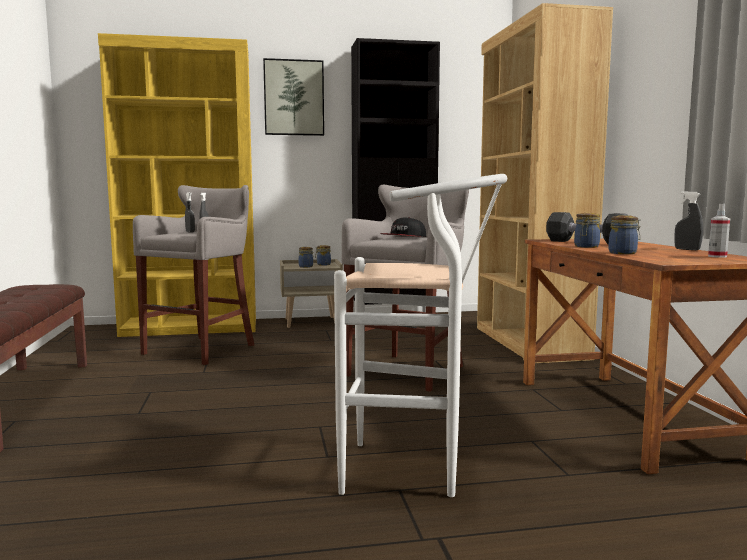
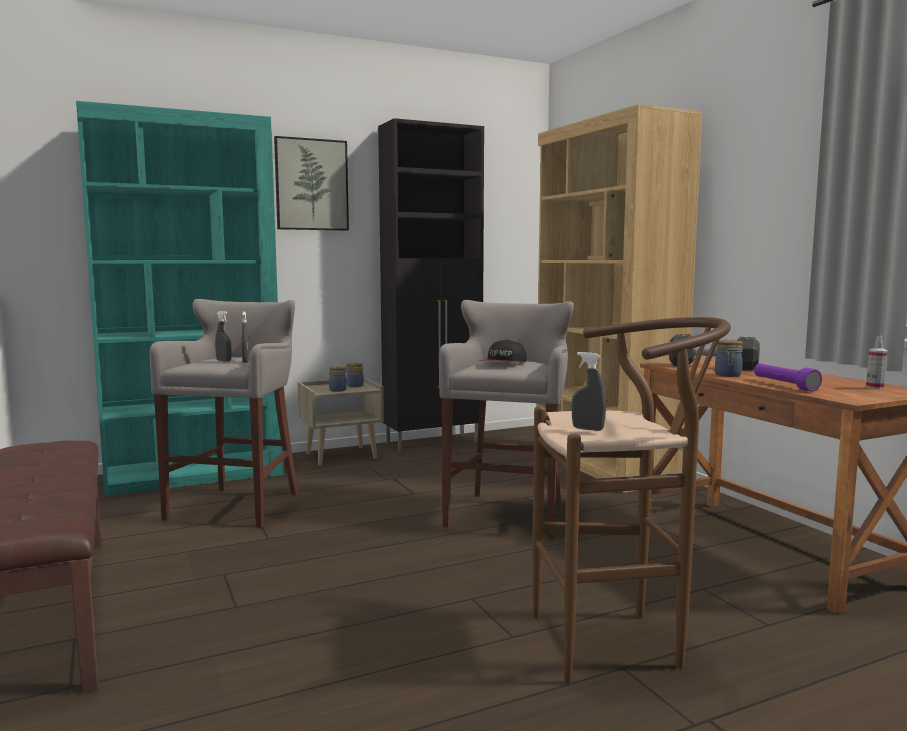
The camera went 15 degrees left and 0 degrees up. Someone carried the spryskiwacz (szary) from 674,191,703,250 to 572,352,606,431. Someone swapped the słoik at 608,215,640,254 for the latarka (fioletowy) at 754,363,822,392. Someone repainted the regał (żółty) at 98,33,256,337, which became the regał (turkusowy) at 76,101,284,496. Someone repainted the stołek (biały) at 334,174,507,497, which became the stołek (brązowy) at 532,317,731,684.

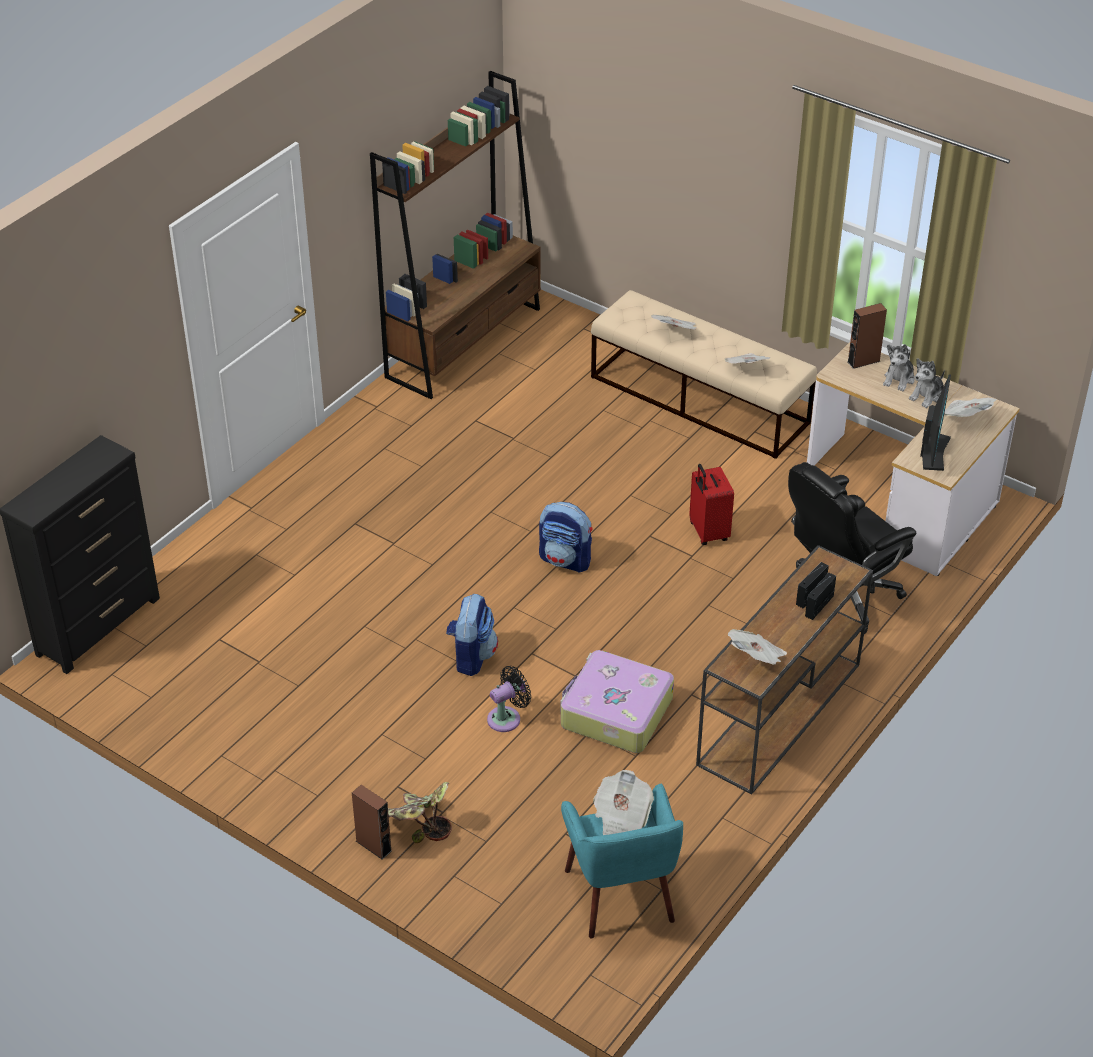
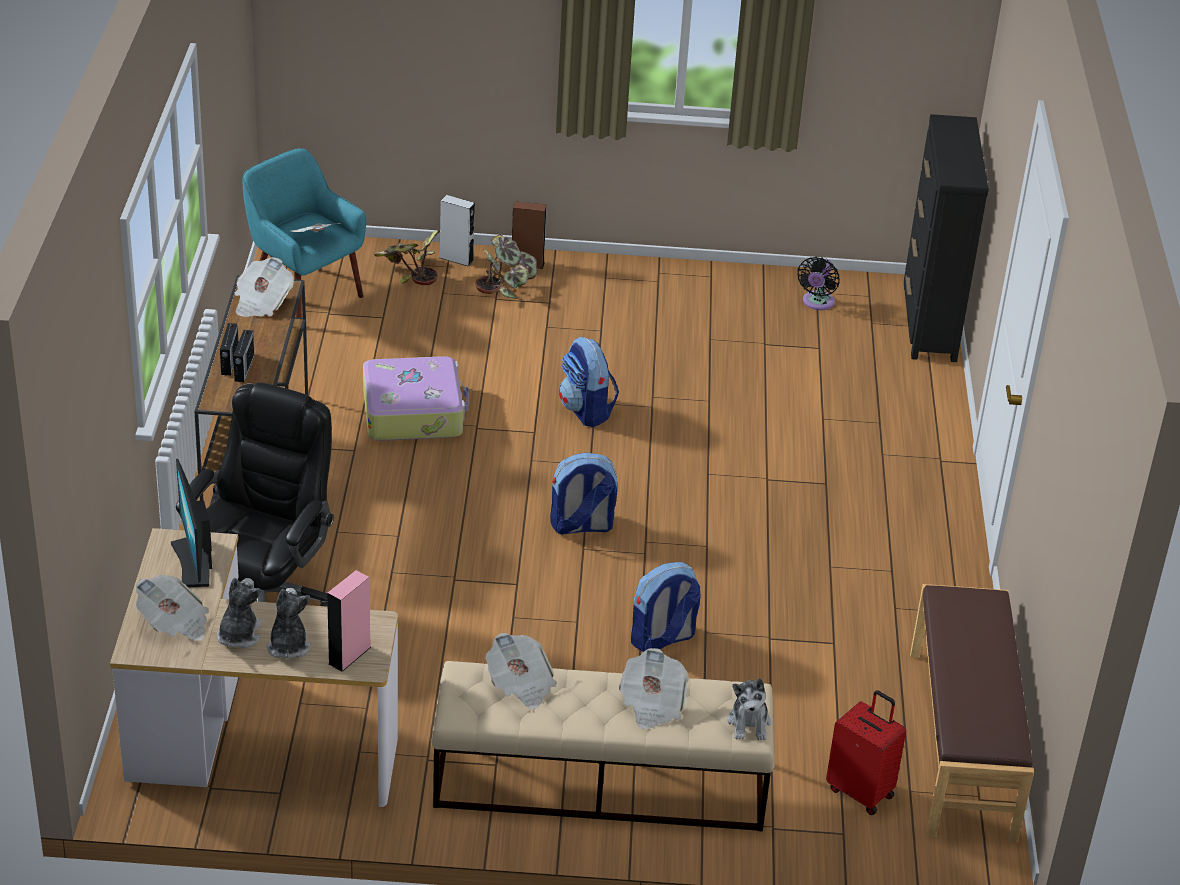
The camera went 145 degrees right and 5 degrees down. Someone put down the roślina doniczkowa at 374,230,440,285. Someone put down the głośnik (szary) at 440,195,475,267. Someone put down the plecak at 631,562,701,652. Someone put down the pluszak at 728,678,771,741. Someone carried the wentylator (czarny) from 487,666,531,732 to 798,257,840,310. Someone carried the walizka (czerwony) from 689,464,734,545 to 826,690,906,815. Someone swapped the regał (brązowy) at 370,71,541,399 for the ławka (brązowy) at 910,584,1034,843. Someone repainted the głośnik (brązowy) at 848,303,887,369, which became the głośnik (różowy) at 327,570,371,672.

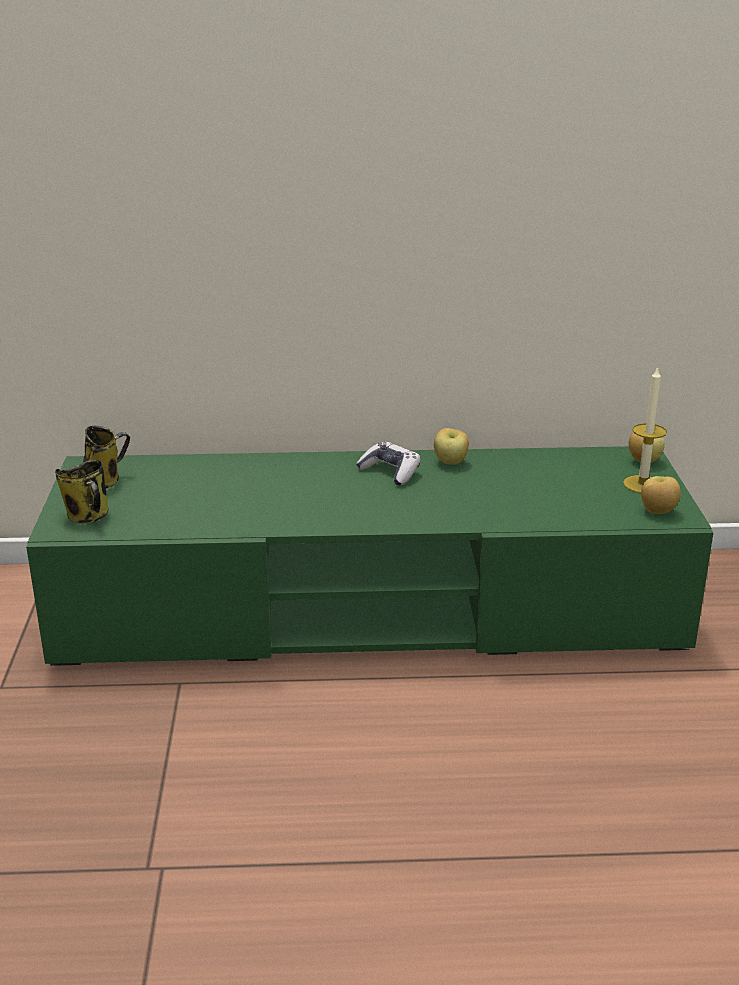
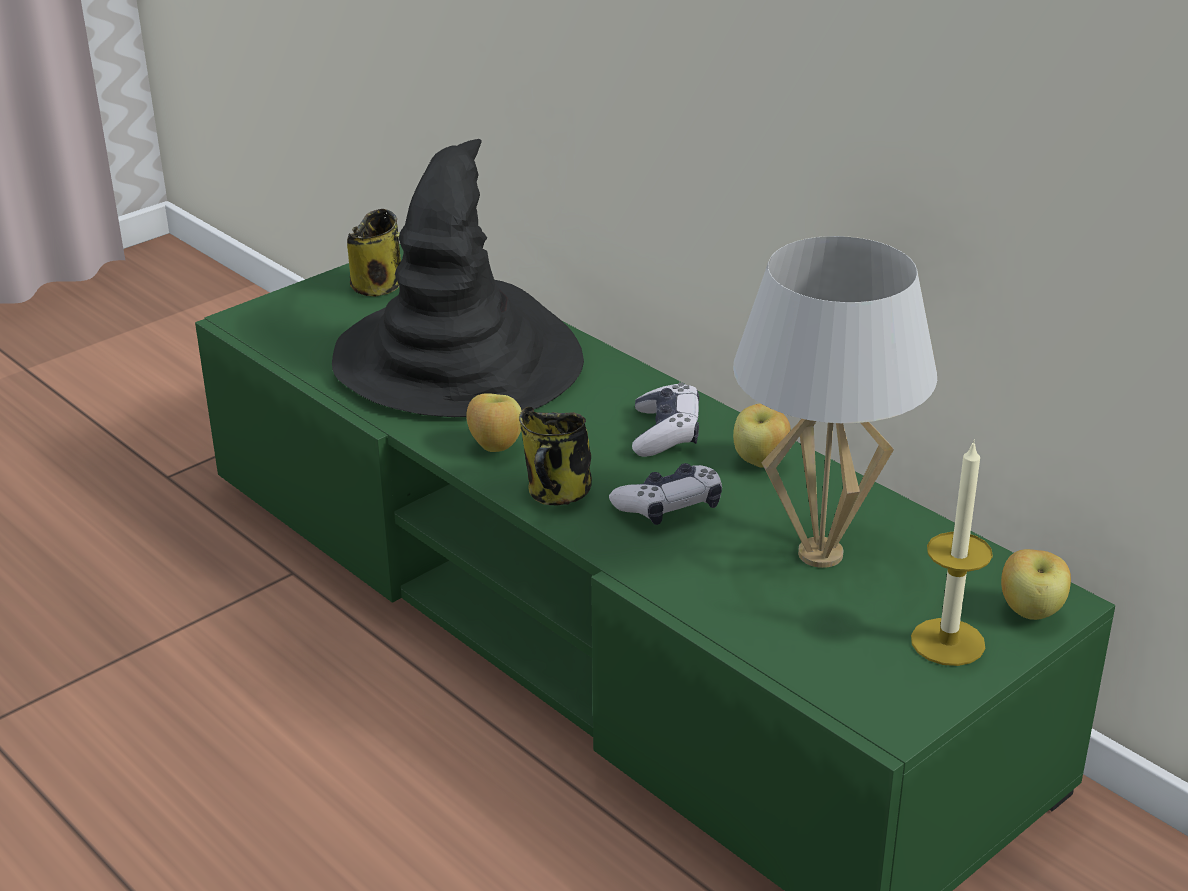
The camera went 50 degrees right and 5 degrees up. Someone put down the kapelusz (czarny) at 332,139,584,417. Someone put down the pad do gier at 609,463,722,525. Someone put down the lampa stołowa (biały) at 733,236,937,568. Someone carried the kubek from 55,460,109,524 to 519,407,592,505. Someone carried the jabłko from 641,476,680,514 to 466,394,522,452.

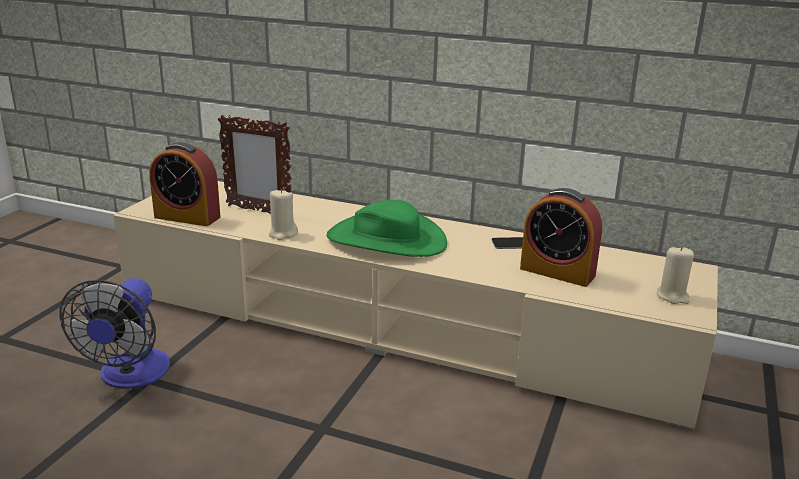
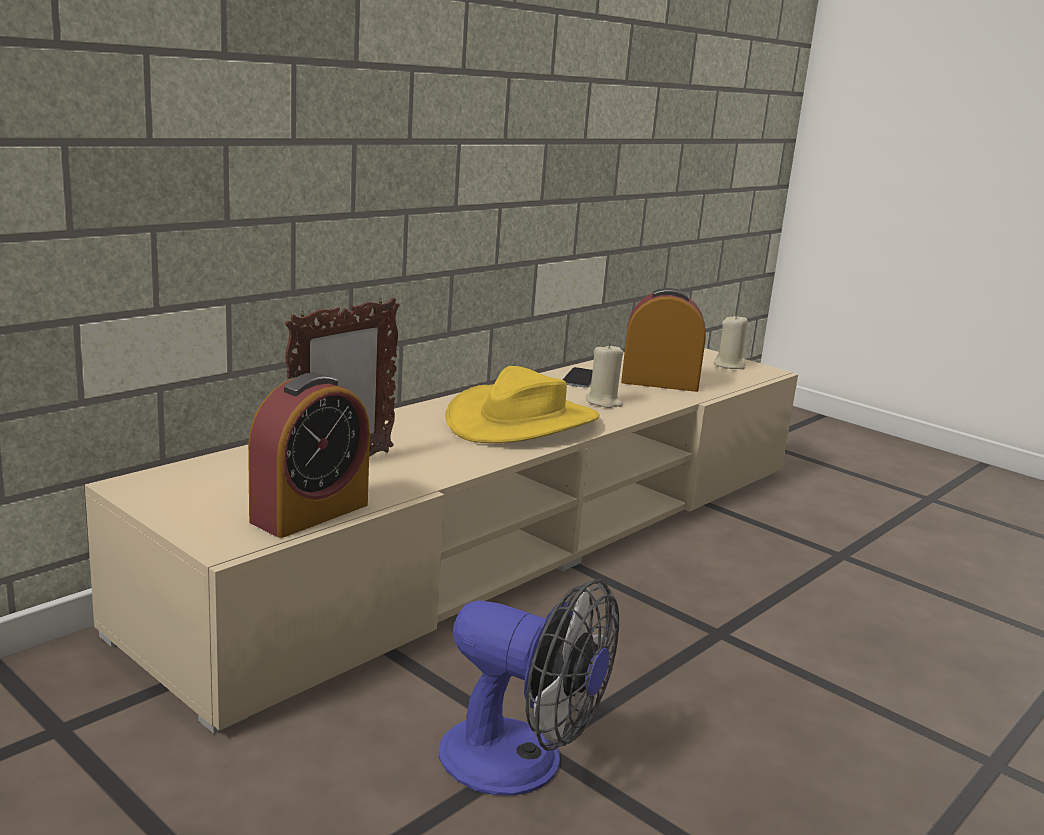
The camera went 70 degrees left and 5 degrees down. Someone carried the świeca (beżowy) from 269,189,298,240 to 586,343,623,408. Someone repainted the kapelusz (zielony) at 327,200,447,257, which became the kapelusz (żółty) at 445,366,600,443. Someone rotated the budzik at 520,188,602,287 by 135 degrees counterclockwise.

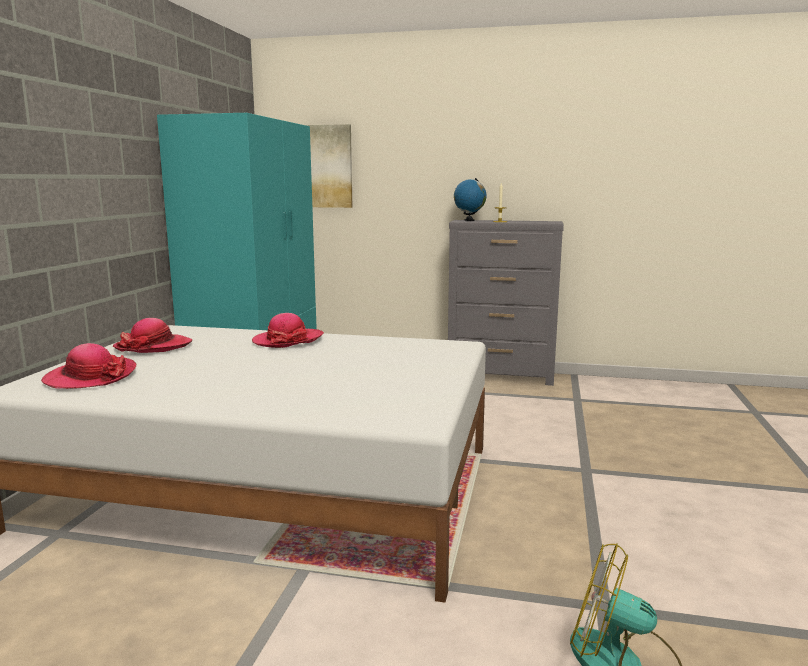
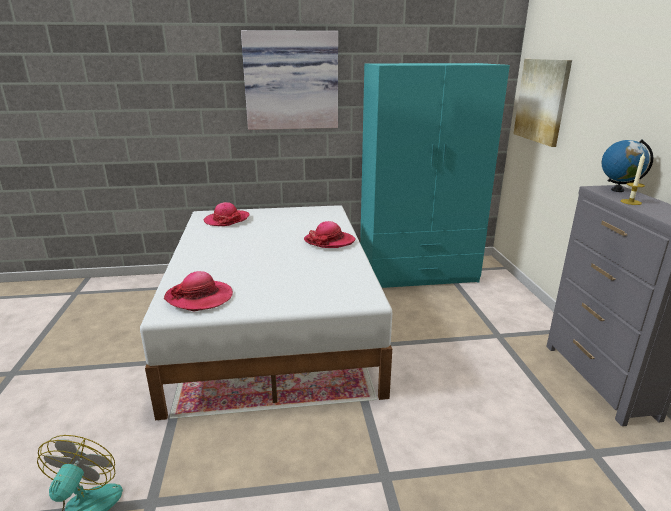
The camera went 70 degrees right and 10 degrees up. Someone put up the obraz at 241,30,338,130. Someone carried the kapelusz from 113,318,192,353 to 164,271,233,311.

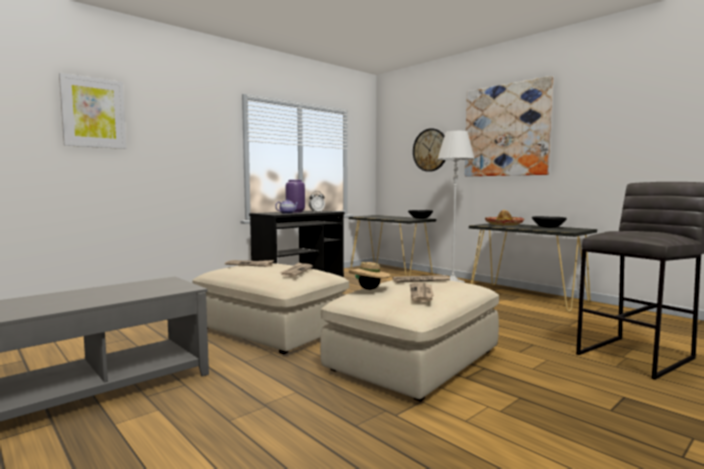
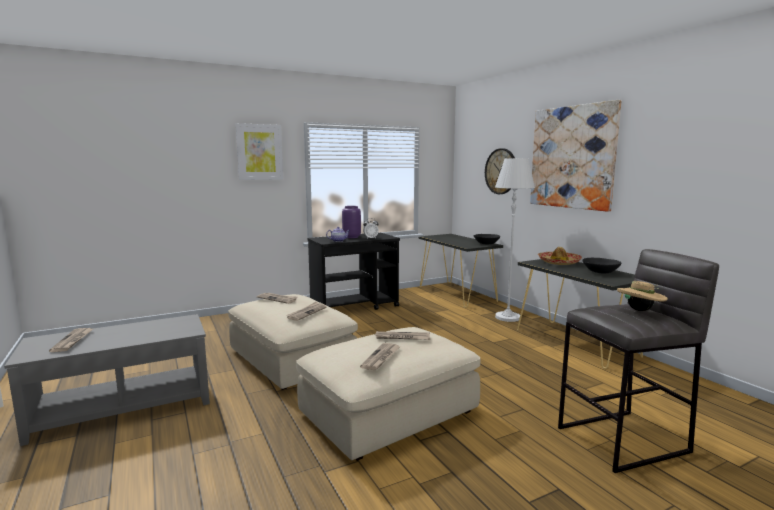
The camera went 15 degrees right and 5 degrees up. Someone put down the gazeta at 49,328,93,352. Someone carried the obraz from 59,73,126,149 to 235,123,283,180. Someone carried the kapelusz (beżowy) from 349,262,391,290 to 617,281,668,311.

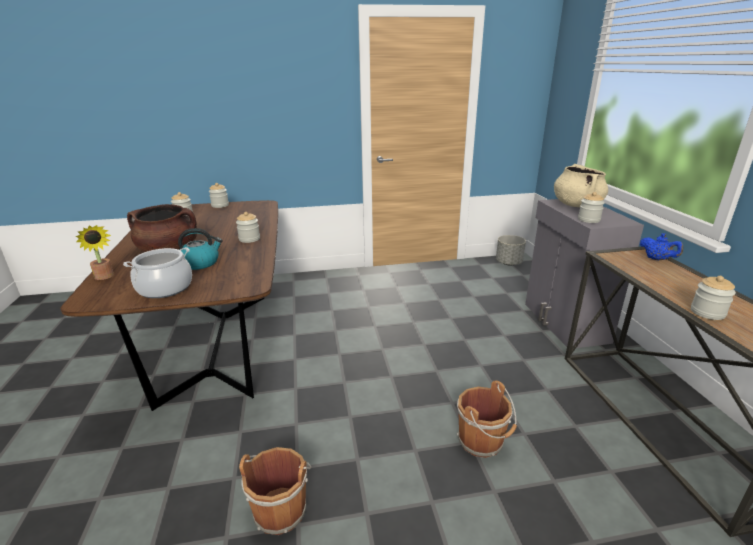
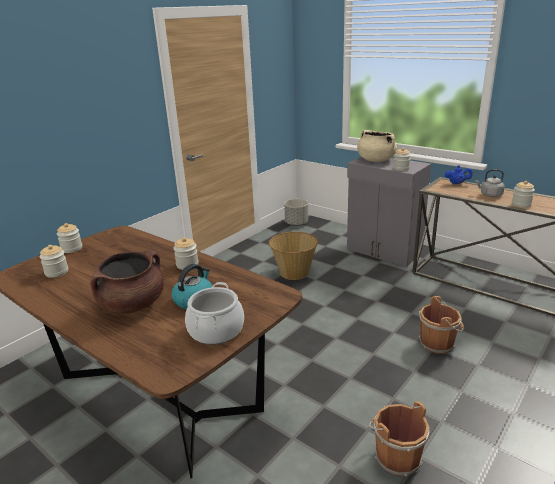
The camera went 40 degrees left and 0 degrees up. Someone took away the roślina doniczkowa at 75,225,114,280. Someone put down the koszyk at 269,232,318,280. Someone put down the czajnik (szary) at 475,169,505,197.

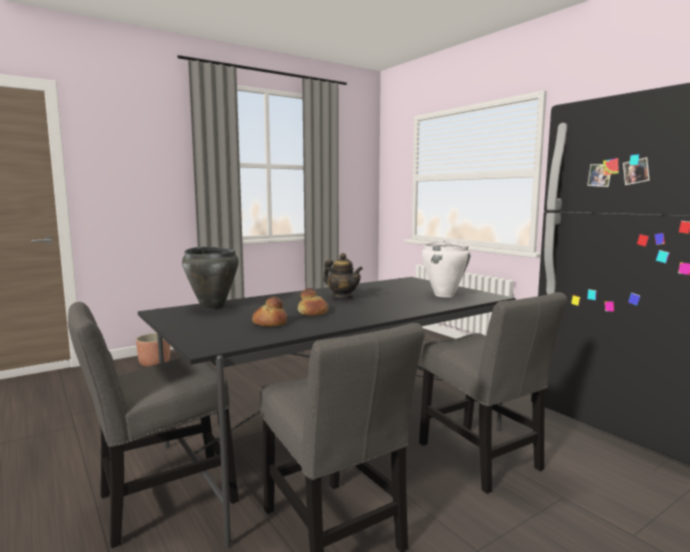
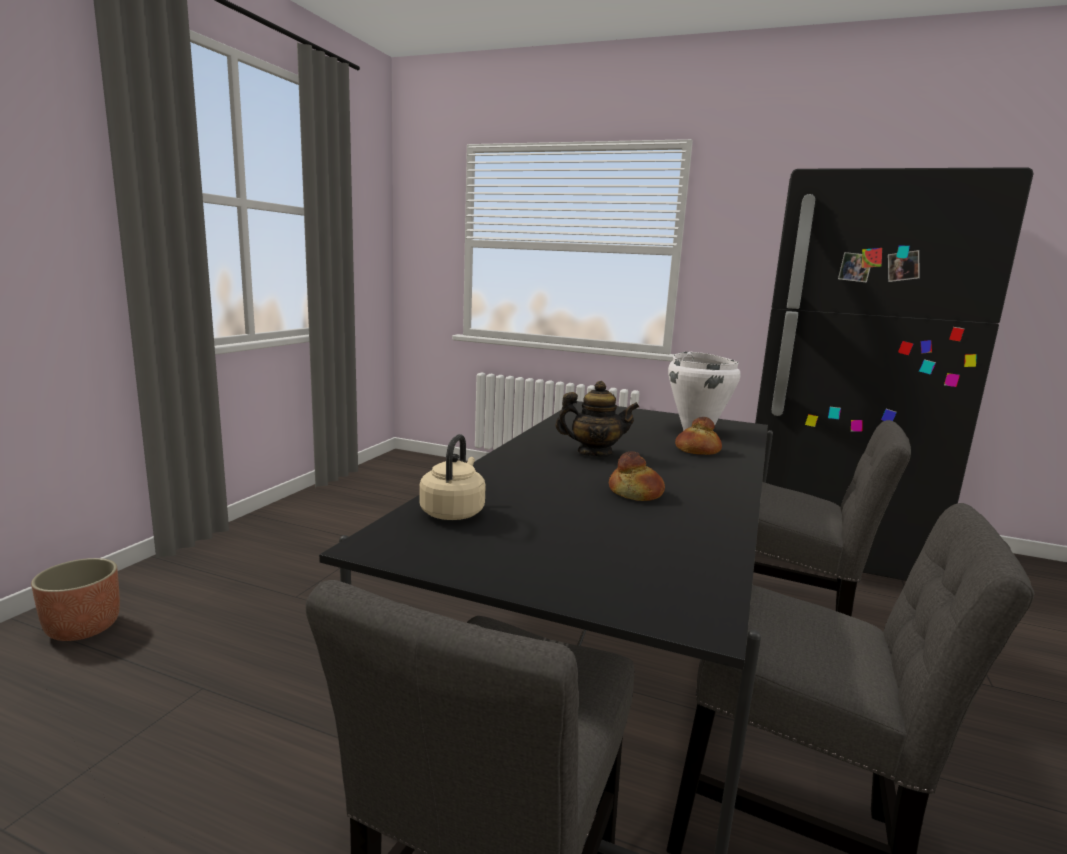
The camera went 35 degrees left and 5 degrees up. Someone carried the chleb from 252,297,287,327 to 675,417,722,455. Someone swapped the garnek (czarny) at 182,247,239,310 for the czajnik (beżowy) at 419,434,486,520.

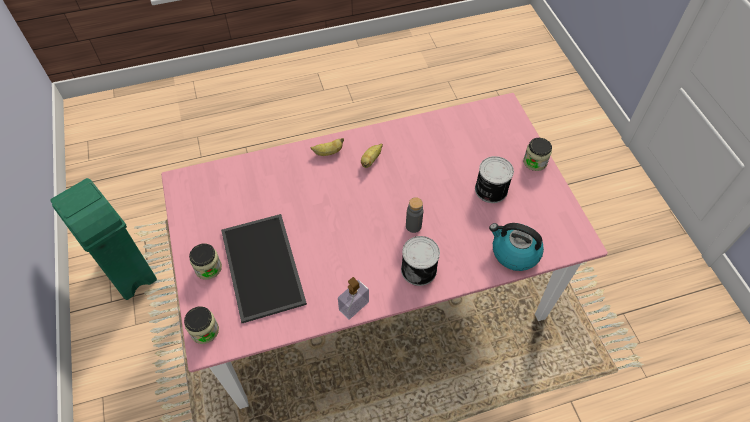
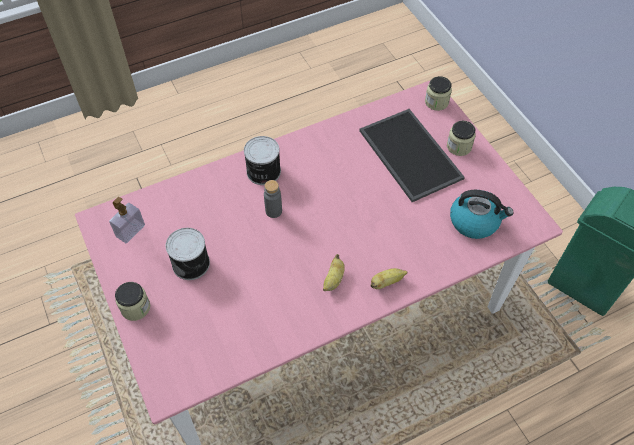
The camera went 170 degrees right and 0 degrees up. Someone carried the dozownik mydła from 338,277,369,319 to 109,197,145,243. Someone carried the czajnik from 489,223,544,271 to 450,190,514,239.

